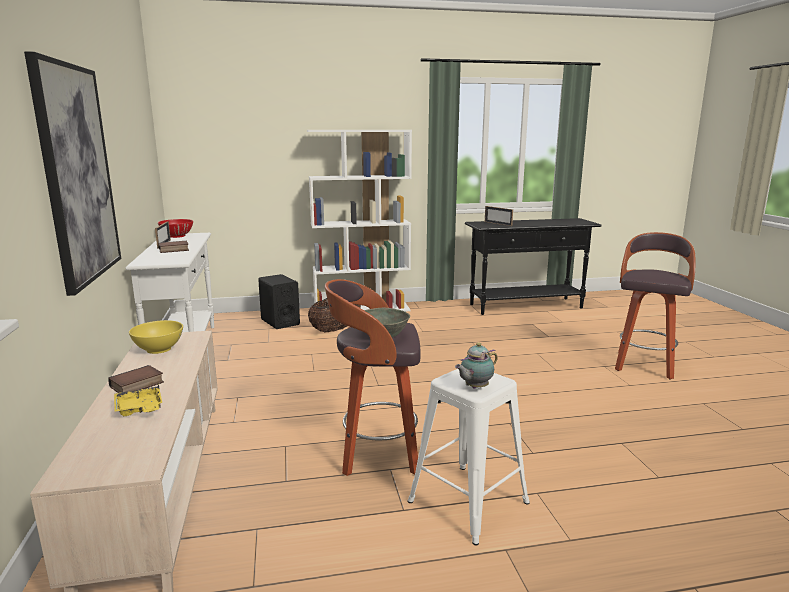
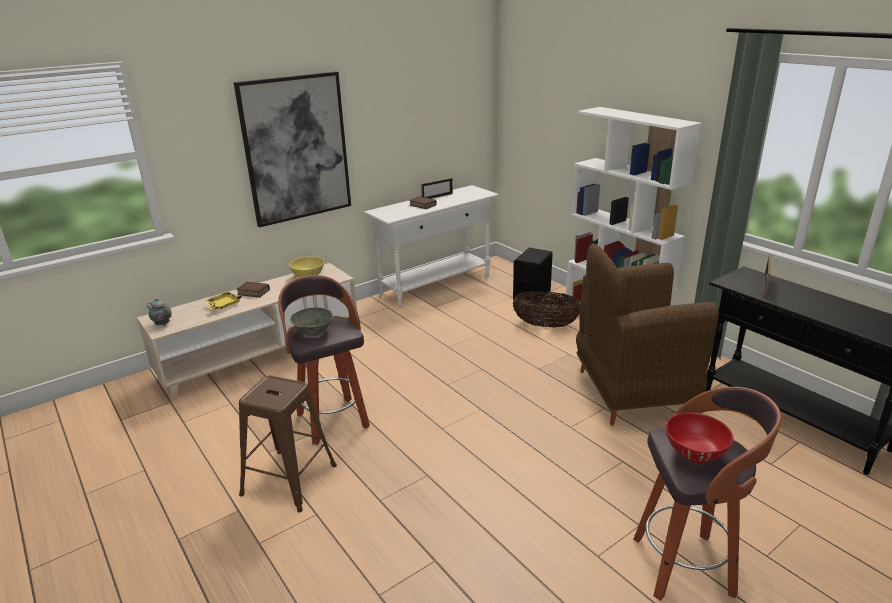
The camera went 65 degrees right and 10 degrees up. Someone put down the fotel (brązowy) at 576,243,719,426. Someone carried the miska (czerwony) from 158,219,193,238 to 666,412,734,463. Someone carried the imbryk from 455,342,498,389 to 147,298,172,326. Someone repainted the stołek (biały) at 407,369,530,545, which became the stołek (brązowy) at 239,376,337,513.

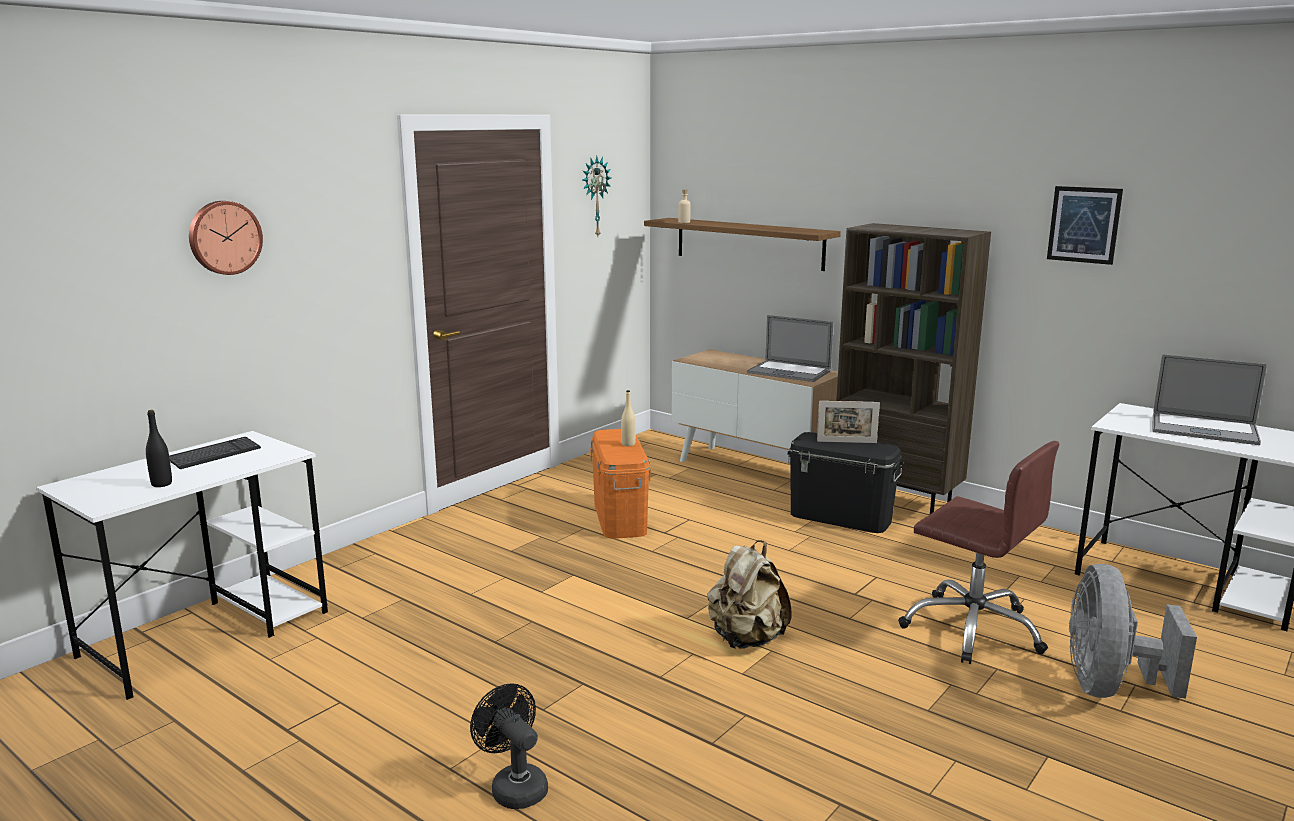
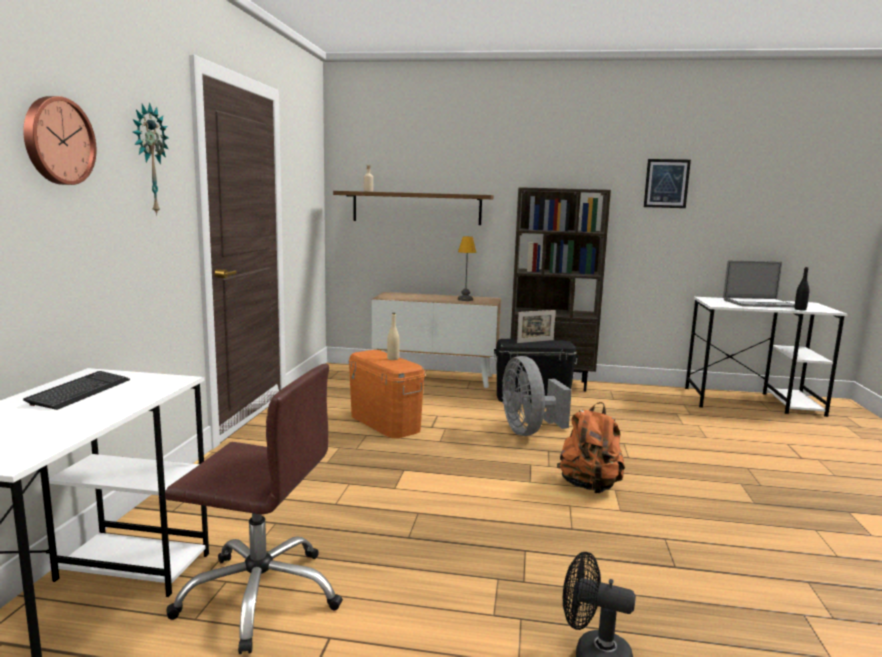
The camera went 30 degrees left and 5 degrees down. Someone carried the butelka (czarny) from 146,410,172,487 to 795,267,810,311. Someone carried the zegar ścienny from 583,156,611,236 to 133,103,169,216. Someone carried the krzesło biurowe (brązowy) from 898,441,1059,664 to 165,364,343,654. Someone carried the wentylator (szary) from 1069,564,1197,699 to 502,356,572,436. Someone swapped the laptop at 747,315,834,382 for the lampa stołowa at 458,236,476,301. Someone repainted the plecak (beżowy) at 707,540,792,649, which became the plecak (pomarańczowy) at 557,402,625,493.

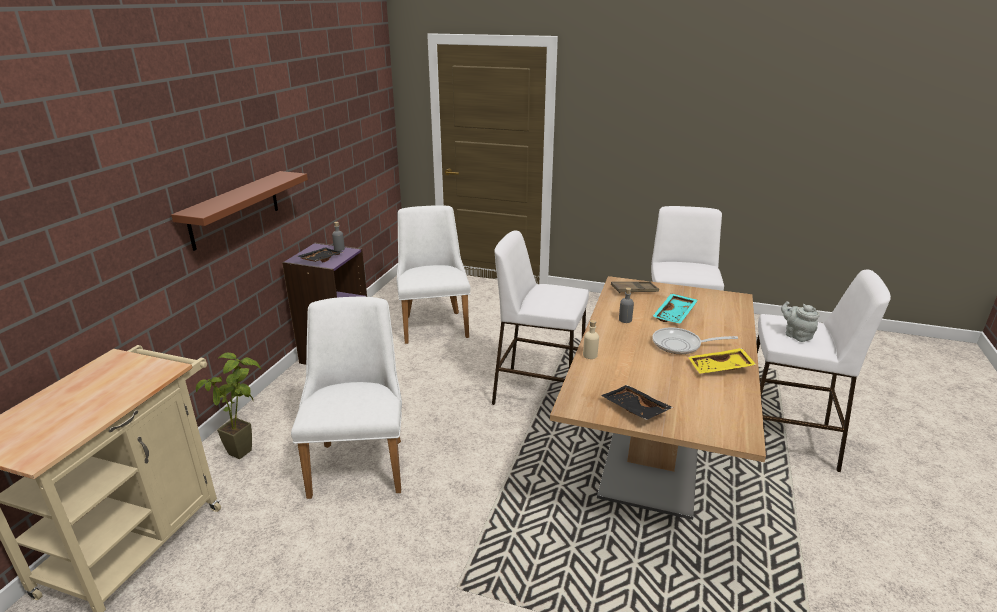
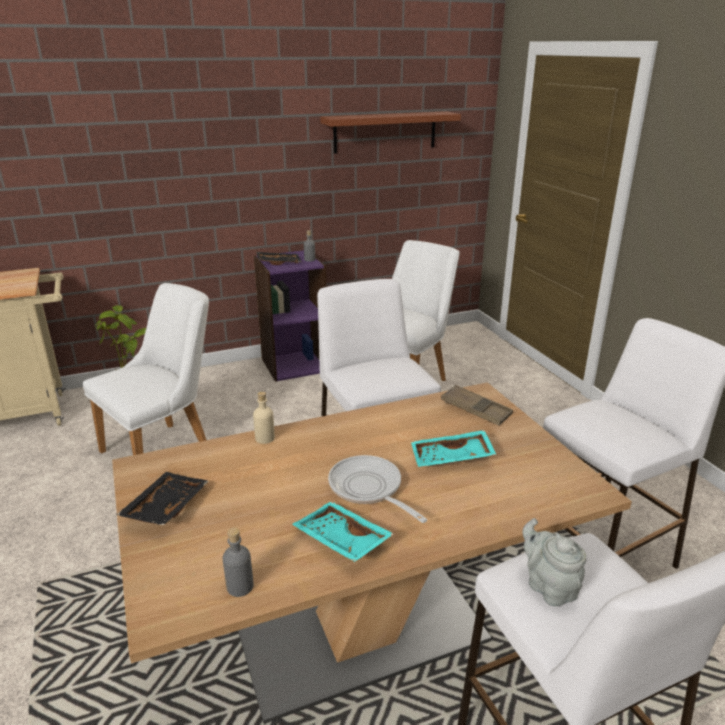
The camera went 50 degrees right and 0 degrees up. Someone carried the półka (brązowy) from 171,171,308,251 to 320,111,461,154. Someone carried the butelka (szary) from 619,287,634,323 to 223,528,254,597. Someone repainted the taca (żółty) at 688,348,757,374, which became the taca (turkusowy) at 292,501,394,562. Someone rotated the imbryk (szary) at 781,301,820,342 by 45 degrees counterclockwise.

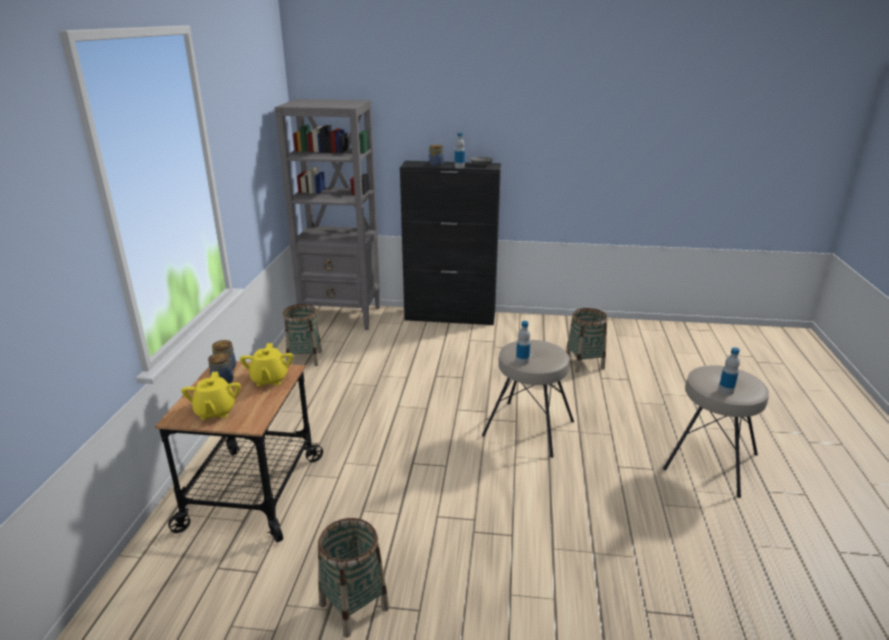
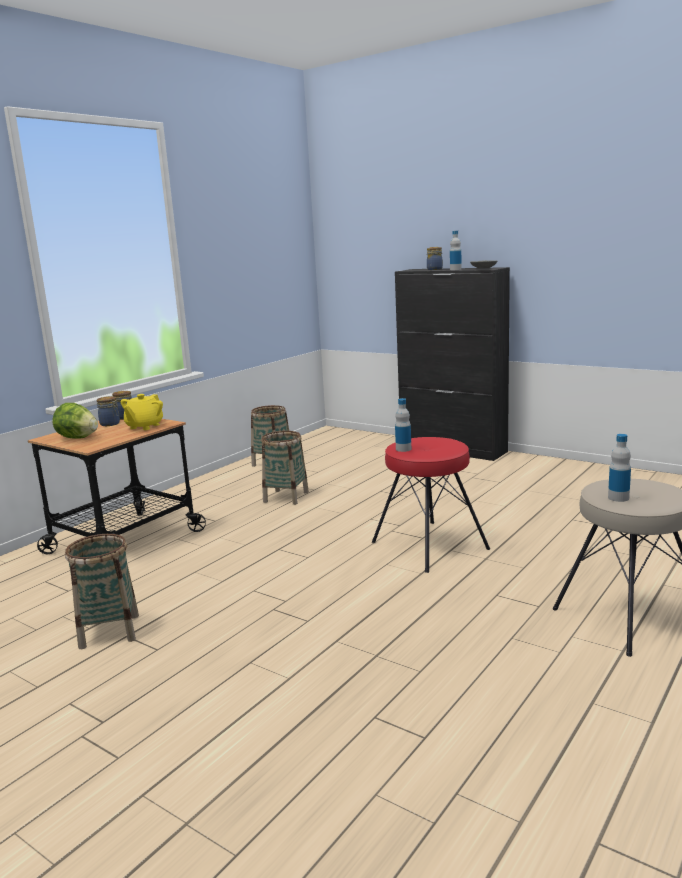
The camera went 30 degrees right and 10 degrees down. Someone took away the regał (szary) at 274,99,380,330. Someone carried the koszyk from 566,308,607,373 to 261,431,309,505. Someone swapped the imbryk (żółty) at 181,372,241,420 for the sałata at 53,403,98,439. Someone repainted the stołek (beżowy) at 482,340,574,458, which became the stołek (czerwony) at 372,437,490,573.

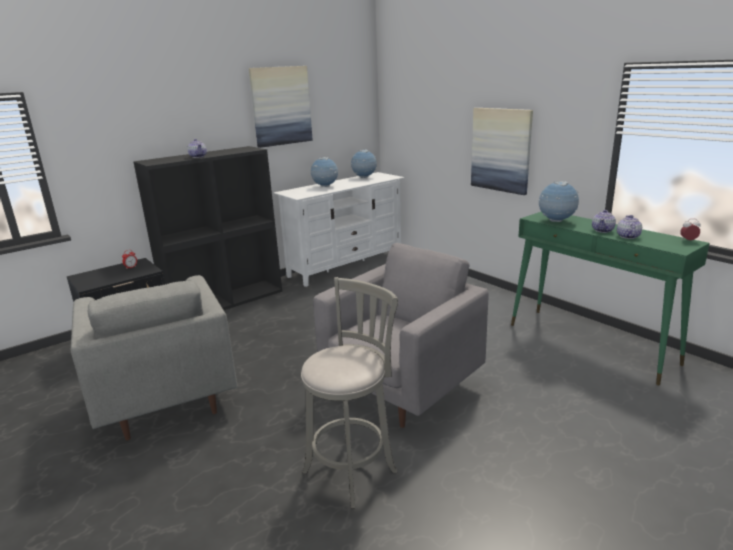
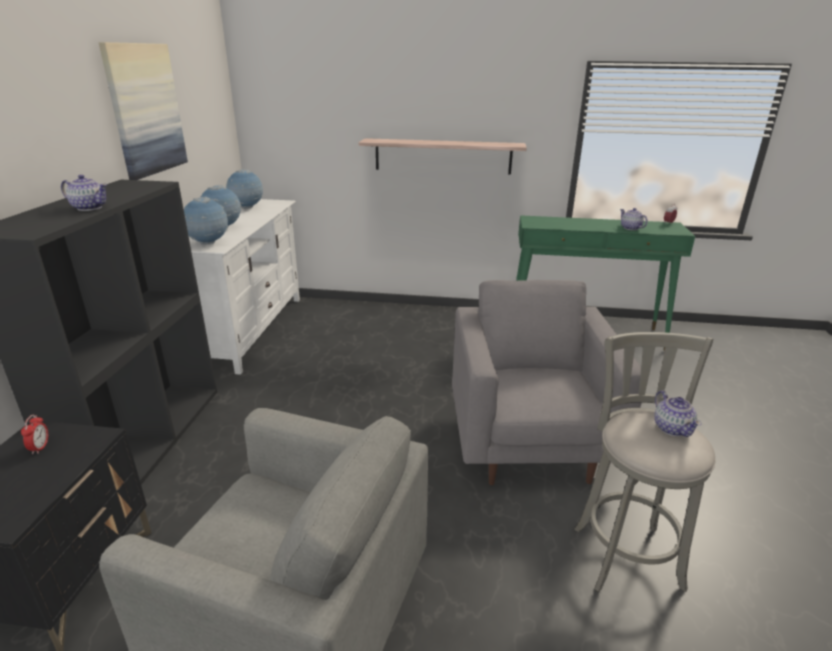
The camera went 45 degrees left and 5 degrees up. Someone carried the globus from 539,181,579,222 to 184,197,228,245. Someone carried the imbryk from 592,210,616,233 to 654,391,701,437. Someone swapped the obraz at 471,108,533,195 for the półka at 359,138,527,174.

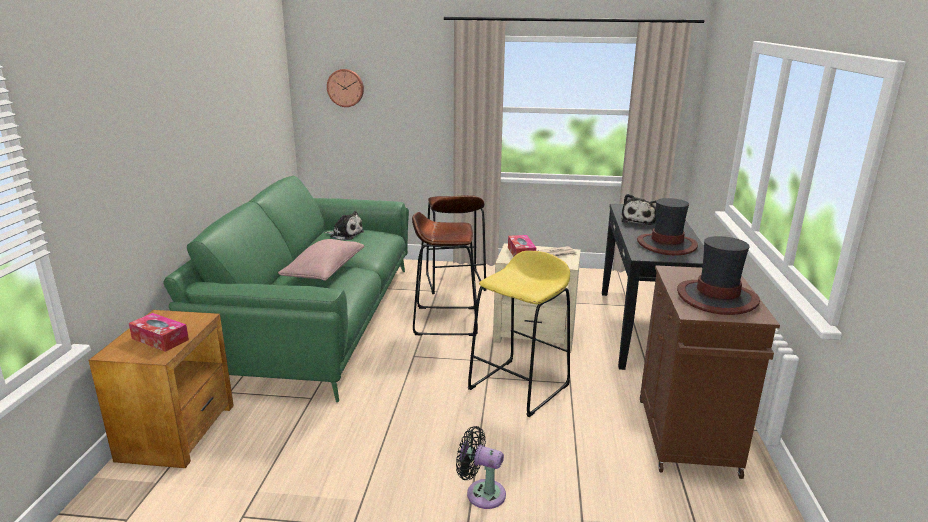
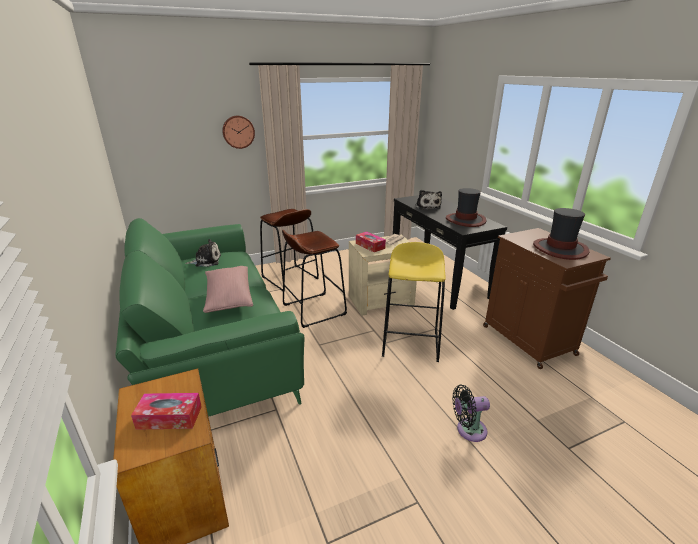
The camera went 30 degrees left and 5 degrees up. Someone carried the zegar ścienny from 327,69,364,107 to 222,116,255,149.

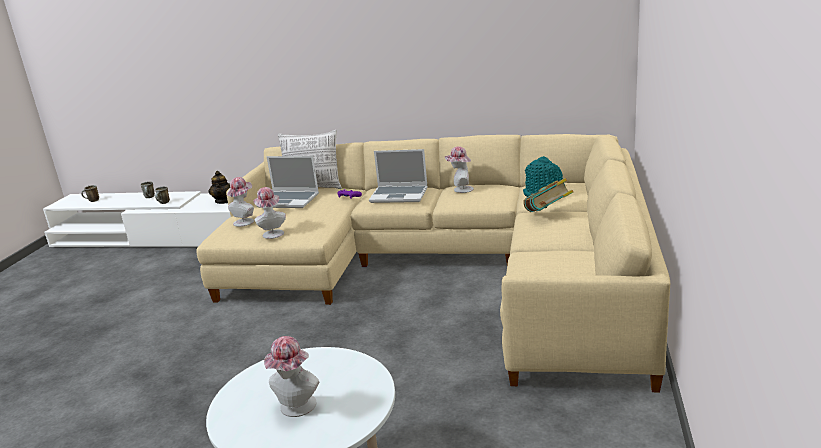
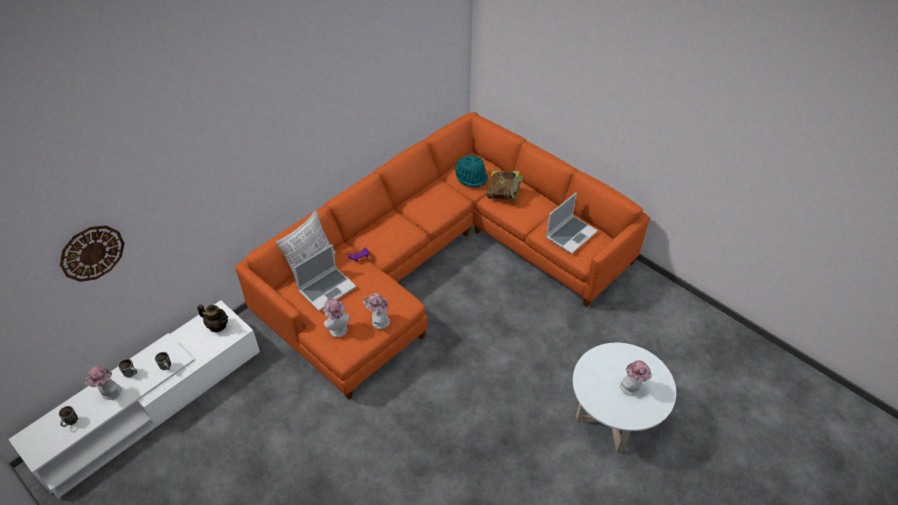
The camera went 60 degrees left and 25 degrees up. Someone put up the zegar ścienny at 60,225,125,282. Someone carried the laptop from 369,149,428,203 to 546,192,598,254. Someone carried the kapelusz from 445,146,474,193 to 85,366,122,400. Someone repainted the kanapa (beżowy) at 196,134,670,393, which became the kanapa (pomarańczowy) at 235,112,650,400.

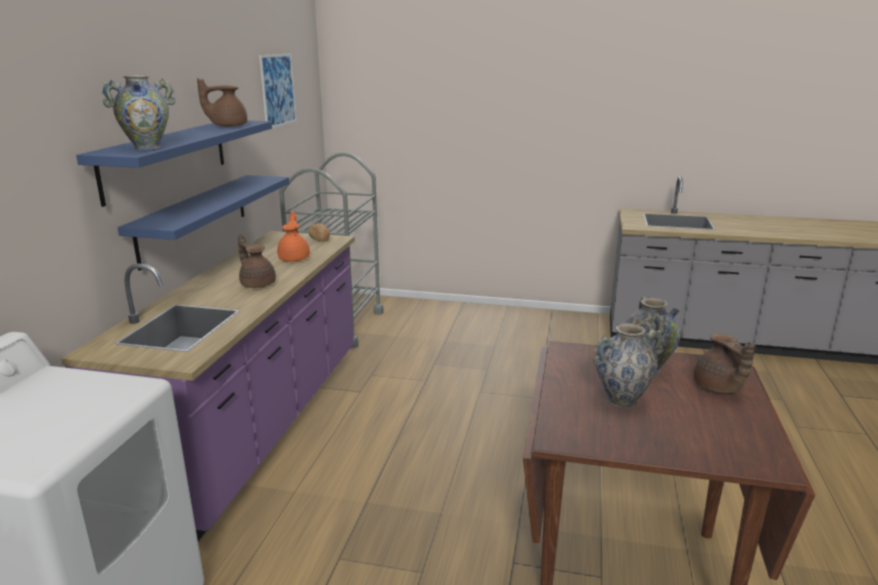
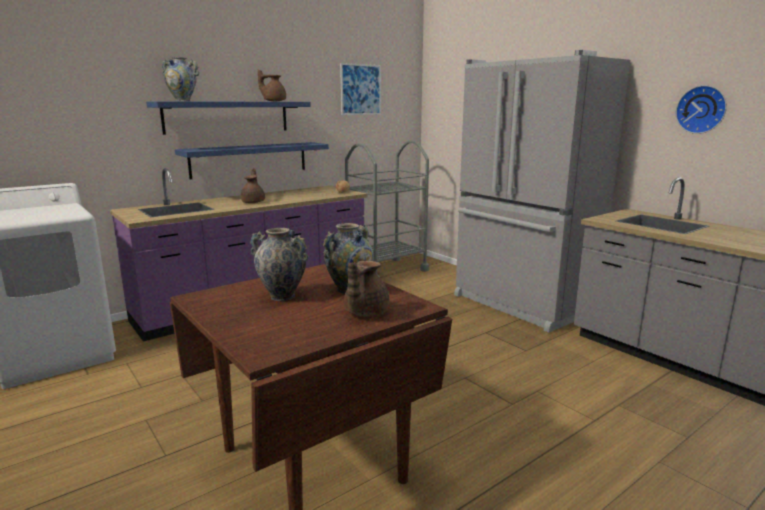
The camera went 40 degrees right and 5 degrees down. Someone took away the imbryk (pomarańczowy) at 277,212,310,262. Someone put down the lodówka (szary) at 454,50,630,332. Someone put up the zegar ścienny at 676,85,727,134.

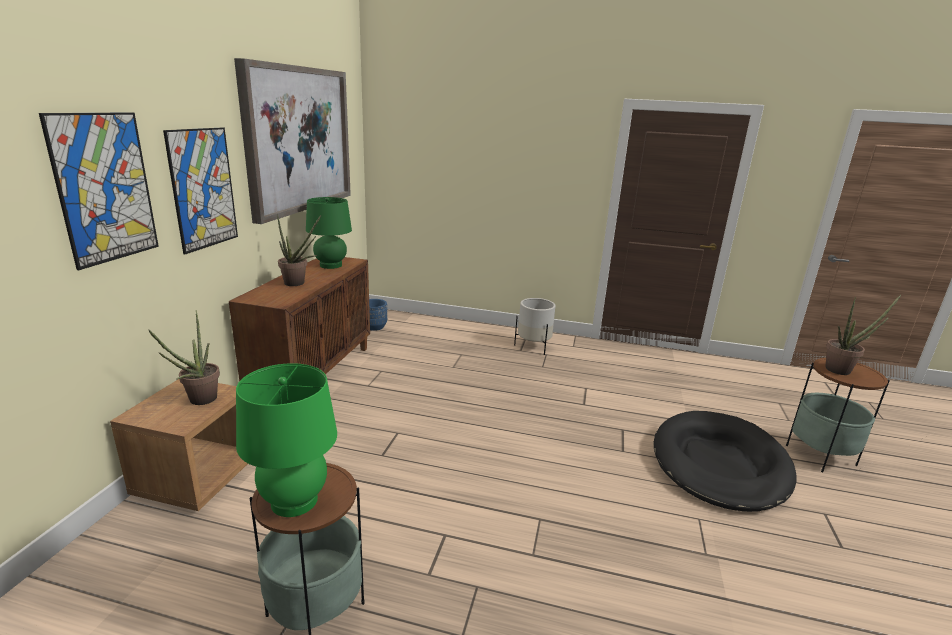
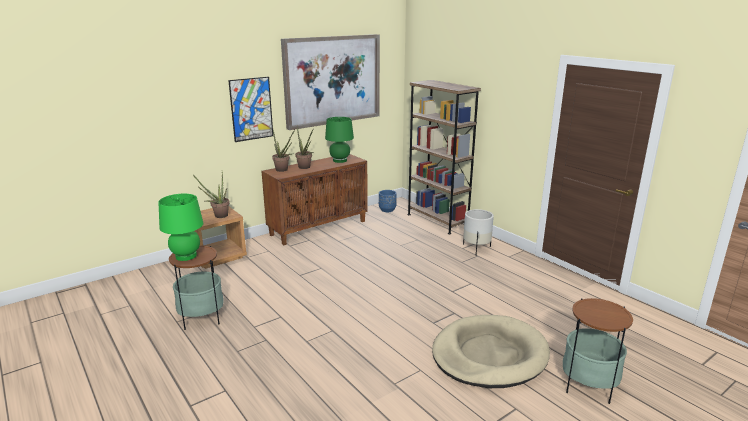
The camera went 40 degrees right and 0 degrees up. Someone took away the obraz at 39,112,159,270. Someone put down the regał (brązowy) at 407,80,481,234. Someone carried the roślina doniczkowa from 825,295,901,375 to 272,130,295,172. Someone repainted the legowisko (czarny) at 654,411,797,512, which became the legowisko (beżowy) at 432,315,550,388.

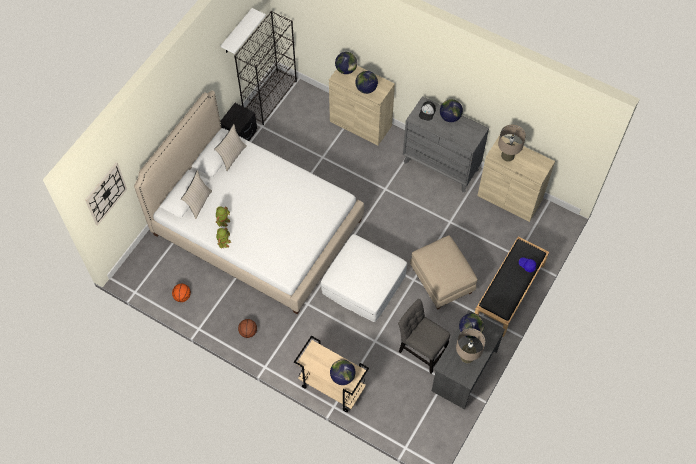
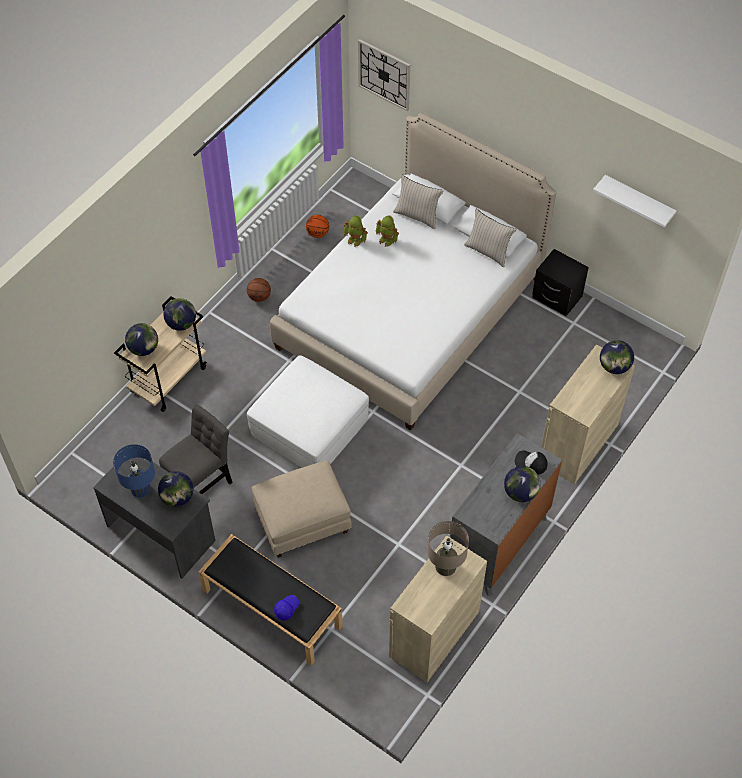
The camera went 95 degrees right and 5 degrees down. Someone took away the regał (czarny) at 234,11,297,125. Someone carried the globus from 355,71,378,94 to 163,298,196,331. Someone repainted the lampa stołowa (beżowy) at 456,328,485,363, which became the lampa stołowa (niebieski) at 113,444,155,498.

